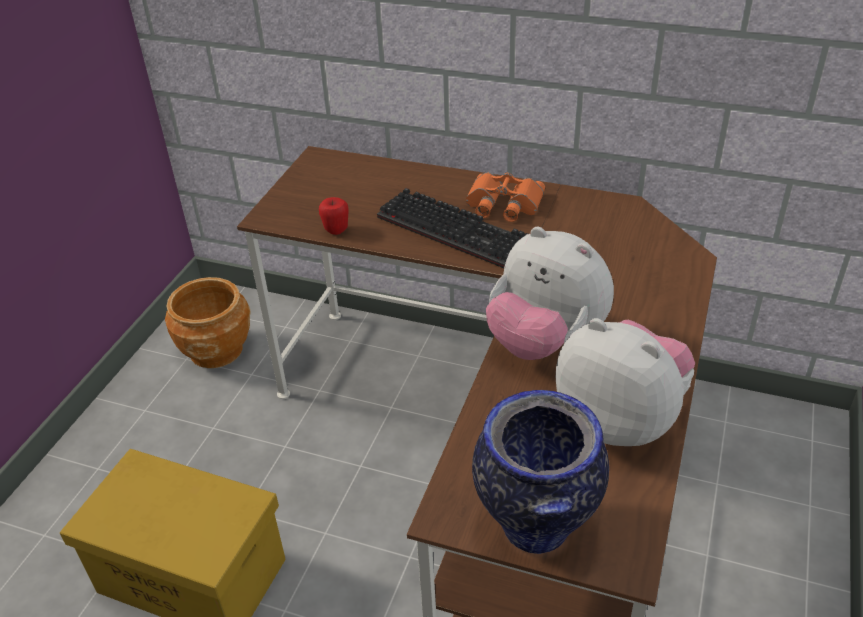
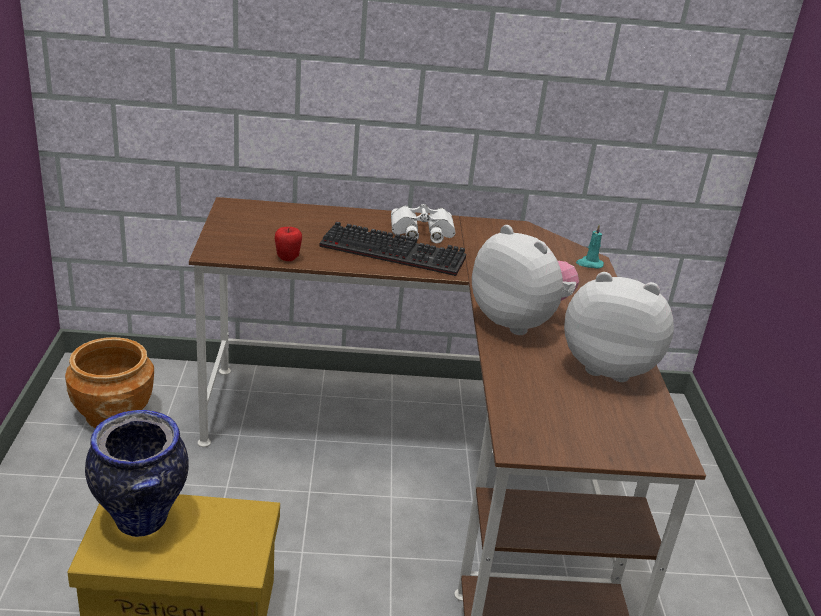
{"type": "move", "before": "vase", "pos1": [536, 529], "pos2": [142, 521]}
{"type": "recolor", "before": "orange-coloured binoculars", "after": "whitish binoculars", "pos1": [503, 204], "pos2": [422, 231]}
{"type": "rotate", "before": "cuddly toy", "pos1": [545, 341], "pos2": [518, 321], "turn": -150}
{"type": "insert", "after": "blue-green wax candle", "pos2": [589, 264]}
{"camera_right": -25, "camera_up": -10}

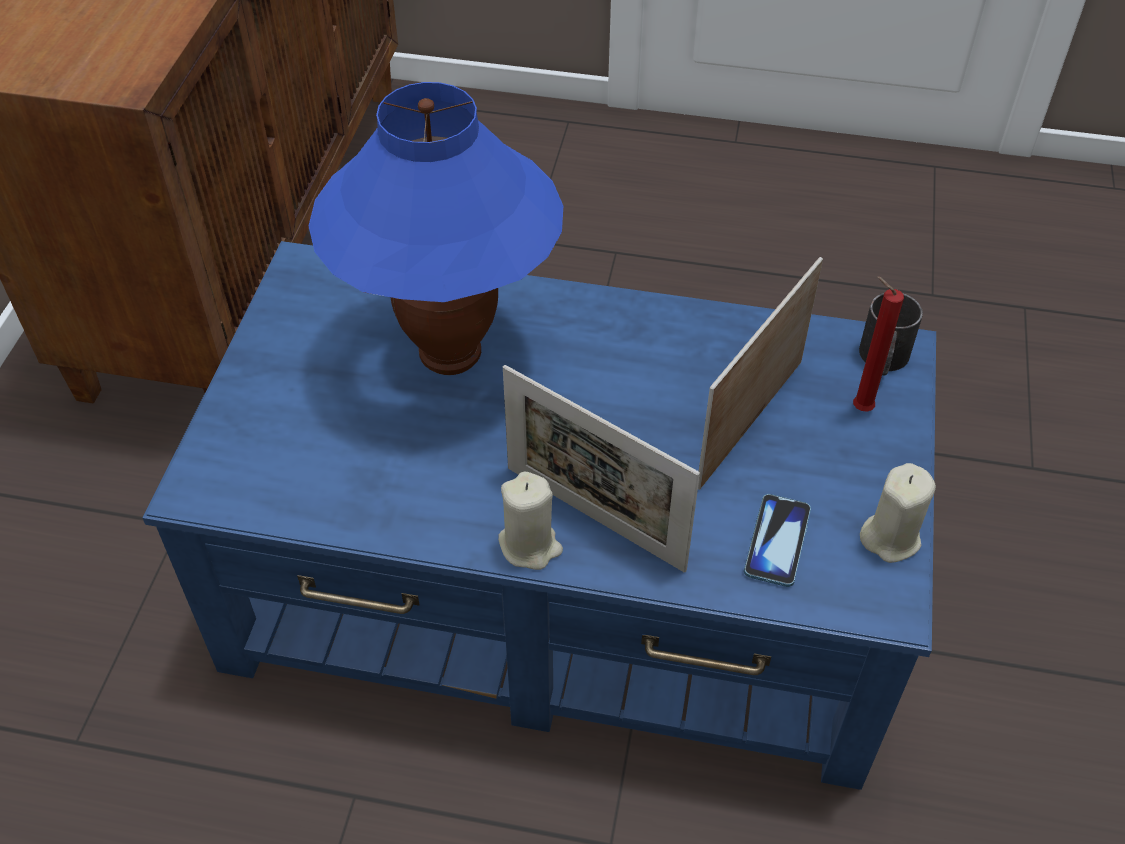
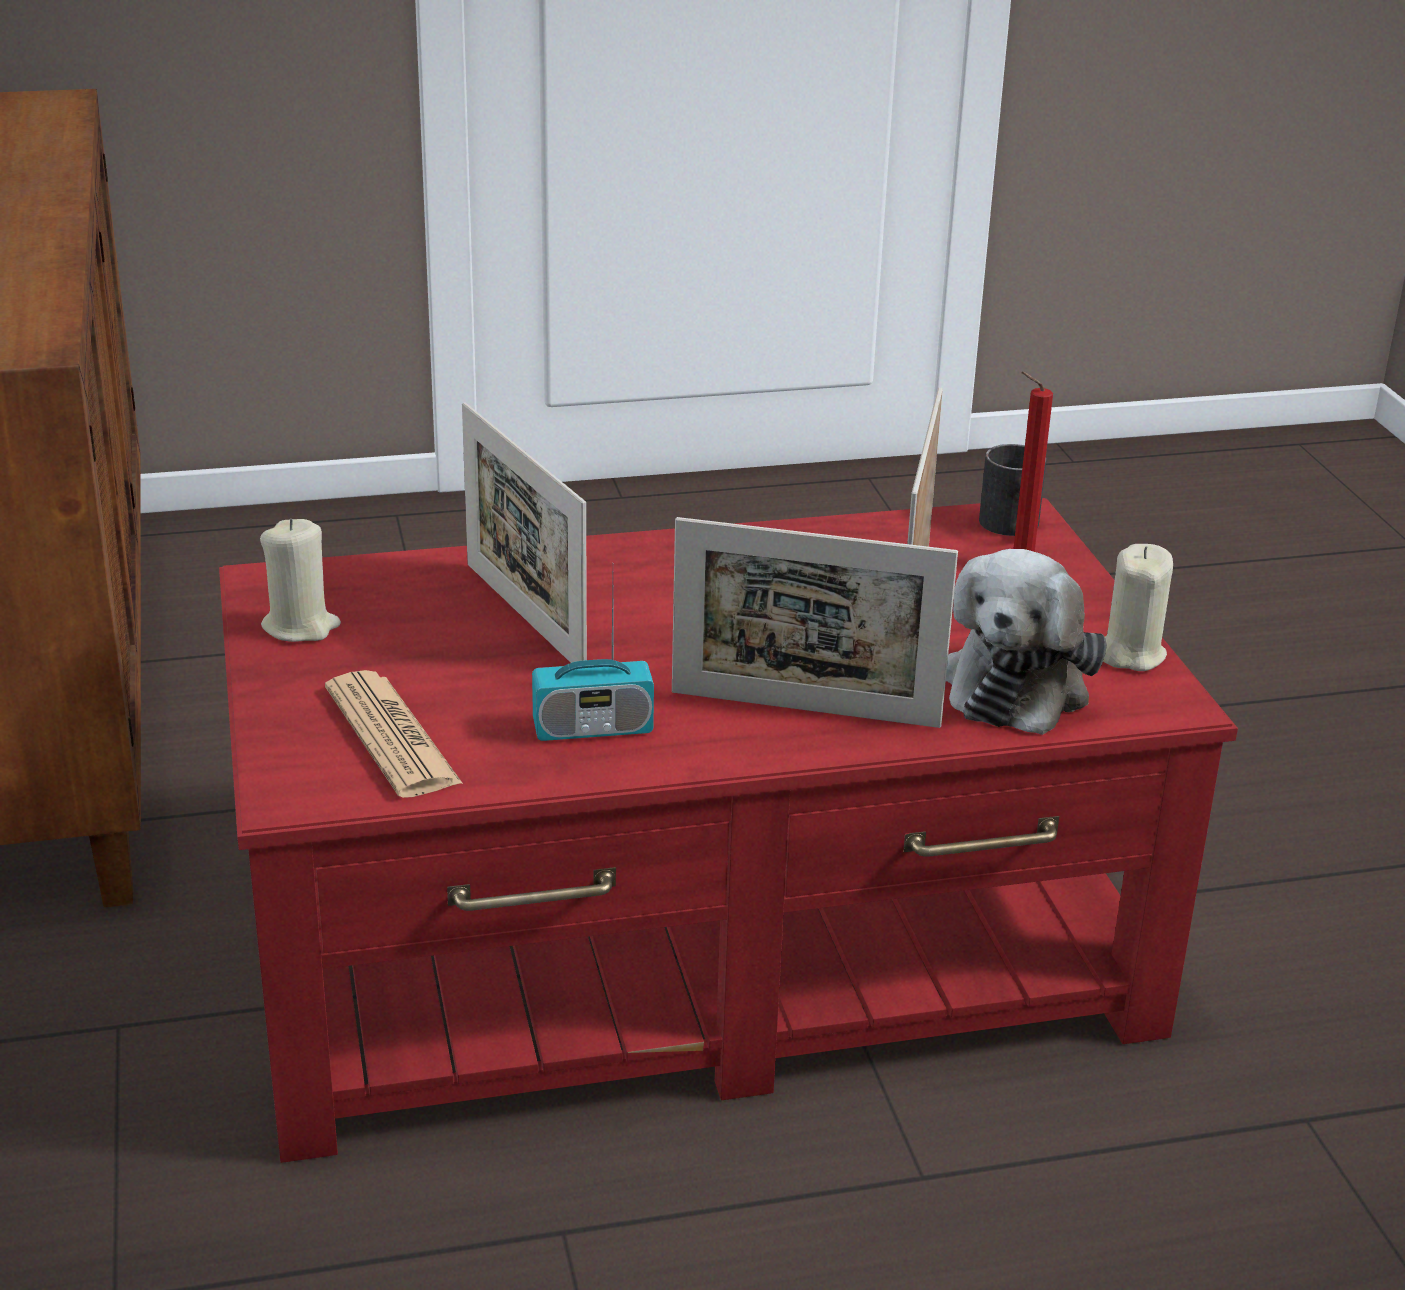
{"type": "recolor", "before": "blue coffee table", "after": "reddish coffee table", "pos1": [565, 586], "pos2": [697, 950]}
{"type": "move", "before": "sand-coloured wax candle", "pos1": [530, 545], "pos2": [301, 627]}
{"type": "insert", "after": "daily paper", "pos2": [391, 736]}
{"type": "replace", "before": "blue tabletop lamp", "after": "photo frame", "pos1": [451, 354], "pos2": [524, 617]}
{"type": "insert", "after": "radio set", "pos2": [593, 728]}
{"type": "replace", "before": "phone", "after": "cuddly toy", "pos1": [777, 541], "pos2": [1017, 682]}
{"camera_right": -25, "camera_up": -20}

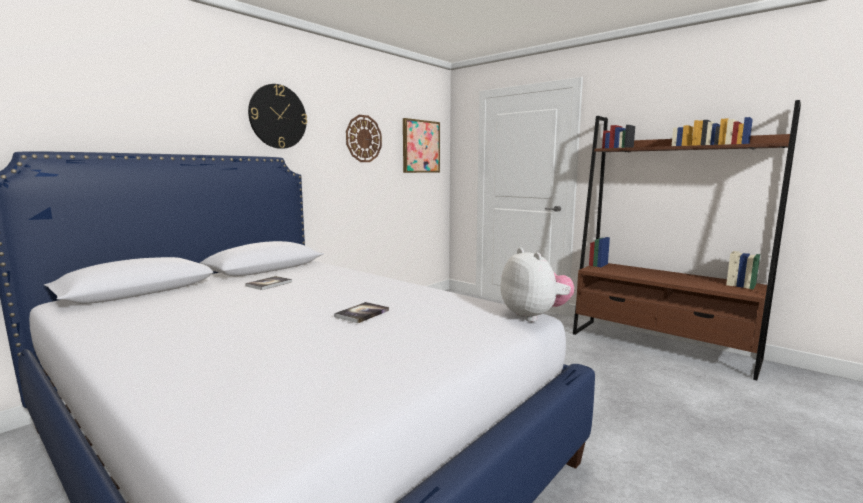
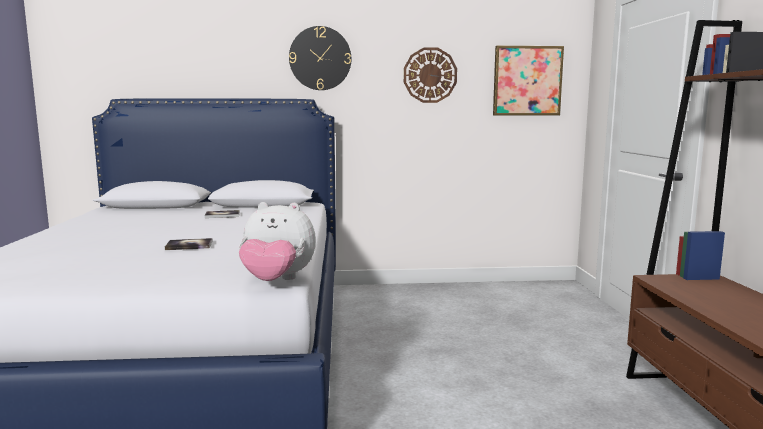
{"type": "rotate", "before": "cuddly toy", "pos1": [534, 316], "pos2": [277, 281], "turn": 75}
{"camera_right": 45, "camera_up": 0}

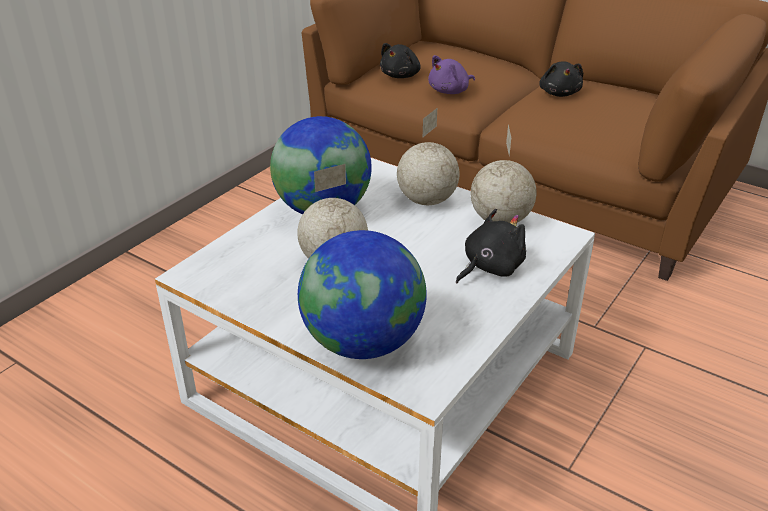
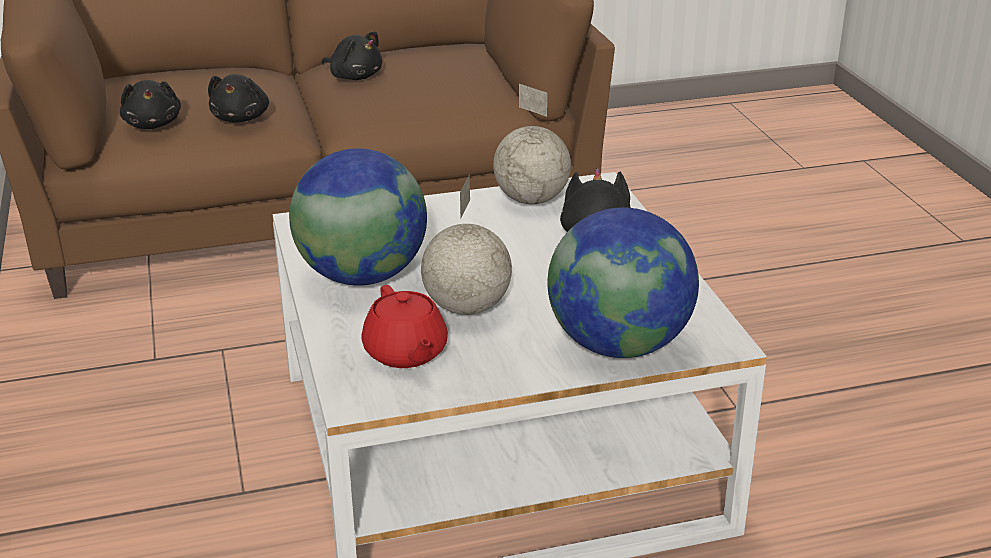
{"type": "recolor", "before": "purplish cuddly toy", "after": "black cuddly toy", "pos1": [450, 91], "pos2": [241, 118]}
{"type": "insert", "after": "reddish tea pot", "pos2": [405, 353]}
{"type": "delete", "before": "globe", "pos1": [426, 201]}
{"camera_right": -50, "camera_up": -5}

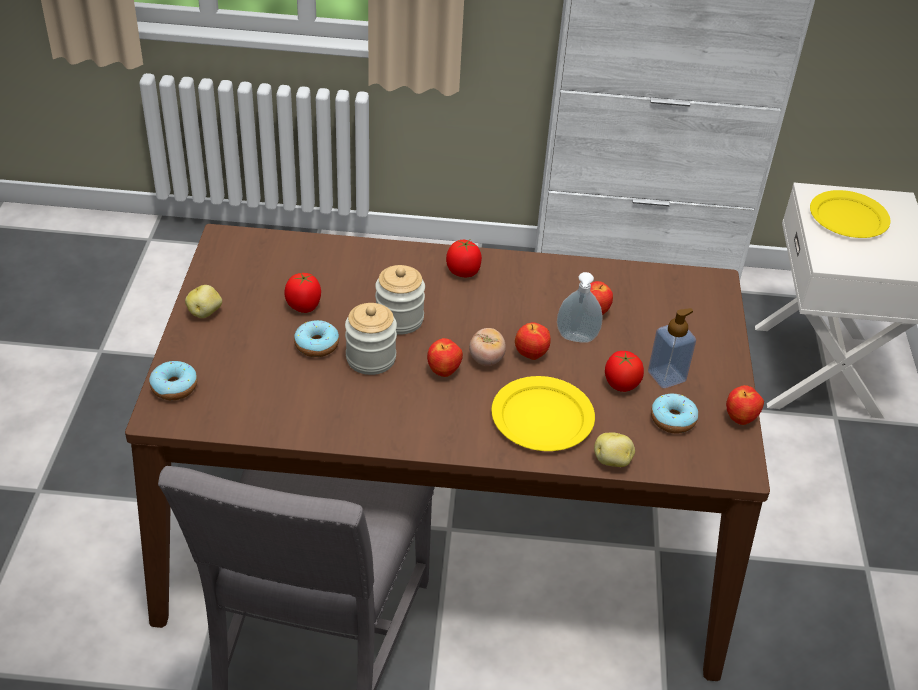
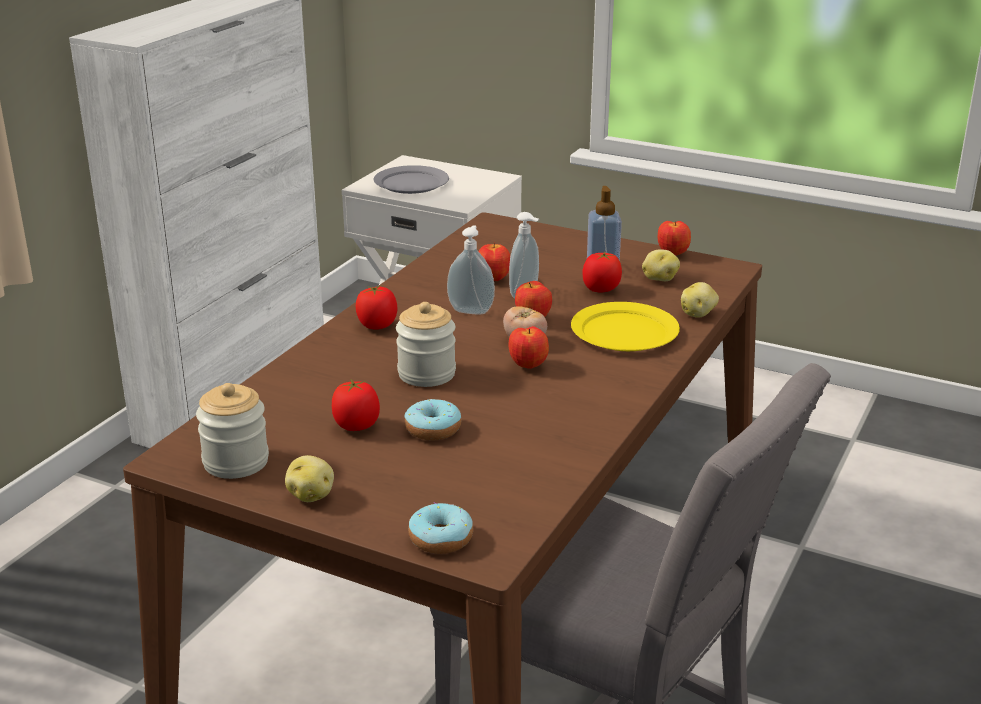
{"type": "move", "before": "storage jar", "pos1": [371, 358], "pos2": [236, 462]}
{"type": "recolor", "before": "yellow plate", "after": "grey plate", "pos1": [847, 217], "pos2": [410, 183]}
{"type": "insert", "after": "soap dispenser", "pos2": [471, 310]}
{"type": "replace", "before": "donut", "after": "whole potato", "pos1": [672, 420], "pos2": [659, 279]}
{"camera_right": -65, "camera_up": -15}

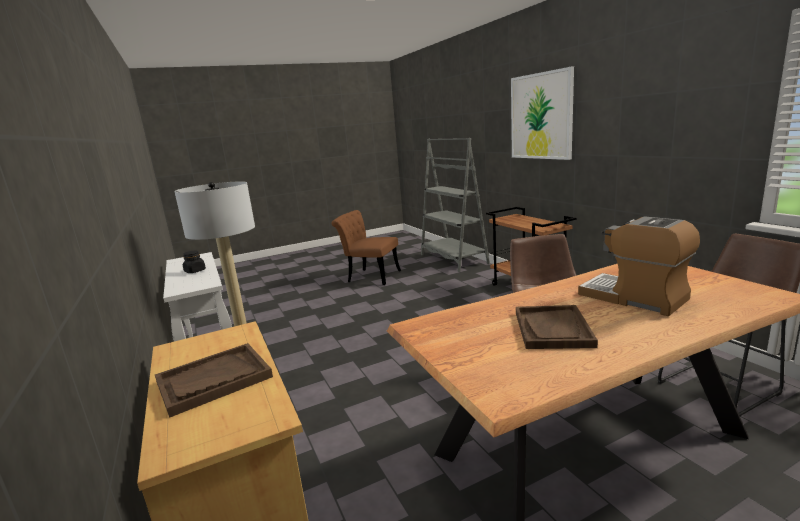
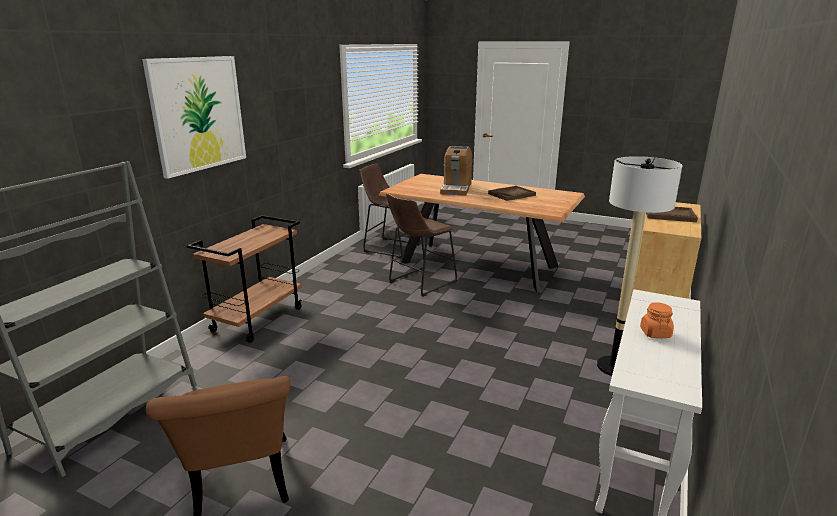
{"type": "recolor", "before": "black storage jar", "after": "orange-coloured storage jar", "pos1": [195, 271], "pos2": [655, 333]}
{"camera_right": -130, "camera_up": 5}

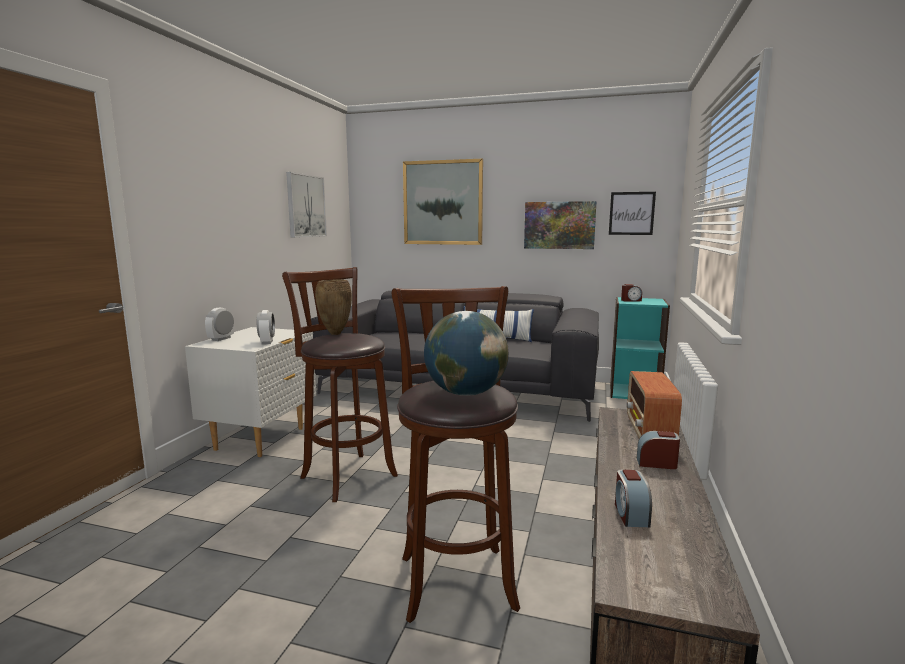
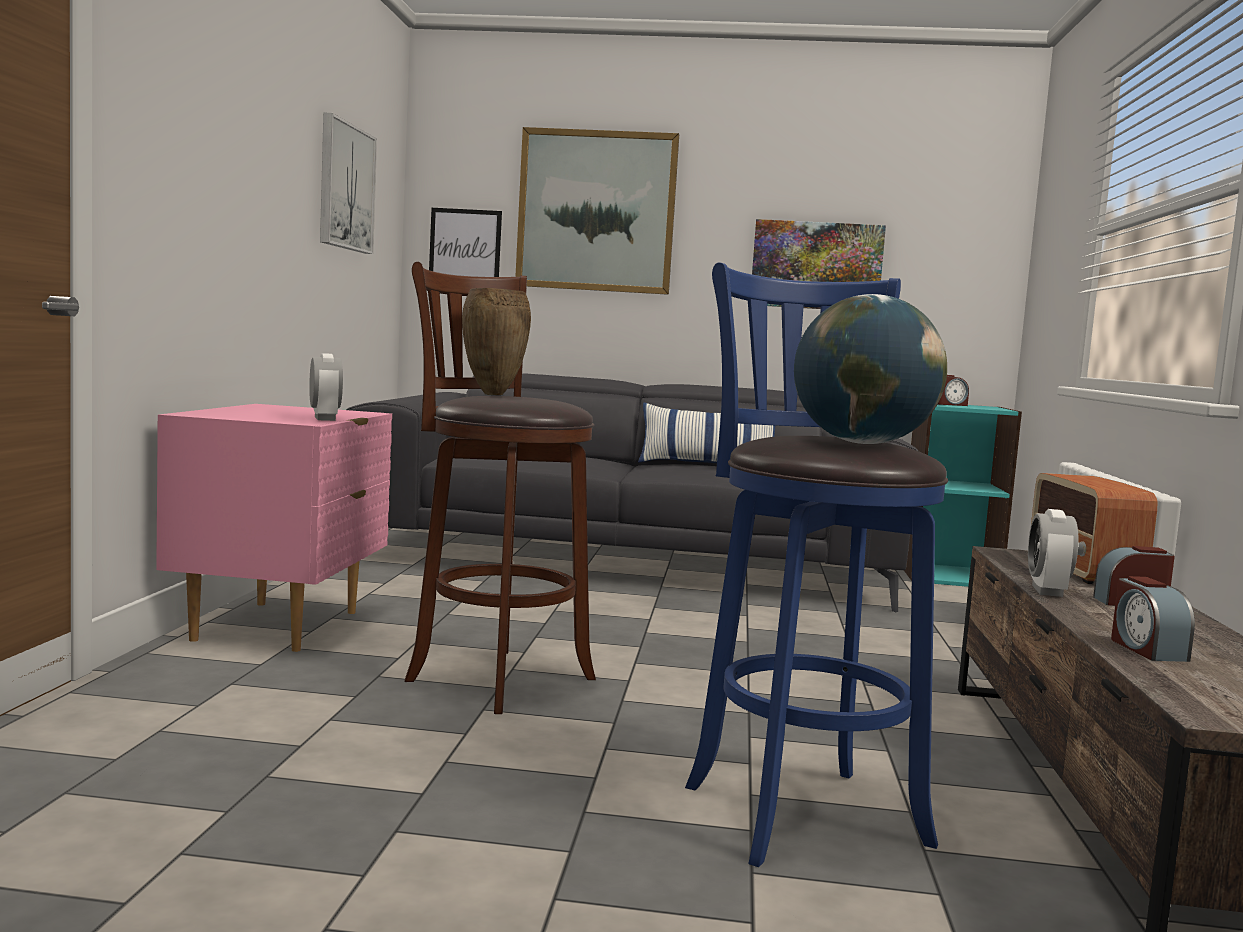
{"type": "recolor", "before": "whitish bedside table", "after": "pink bedside table", "pos1": [261, 439], "pos2": [280, 626]}
{"type": "move", "before": "wall art", "pos1": [631, 213], "pos2": [465, 245]}
{"type": "recolor", "before": "brownish stool seat", "after": "blue stool seat", "pos1": [456, 577], "pos2": [799, 809]}
{"type": "move", "before": "alarm clock", "pos1": [221, 339], "pos2": [1047, 591]}
{"camera_right": -10, "camera_up": -5}

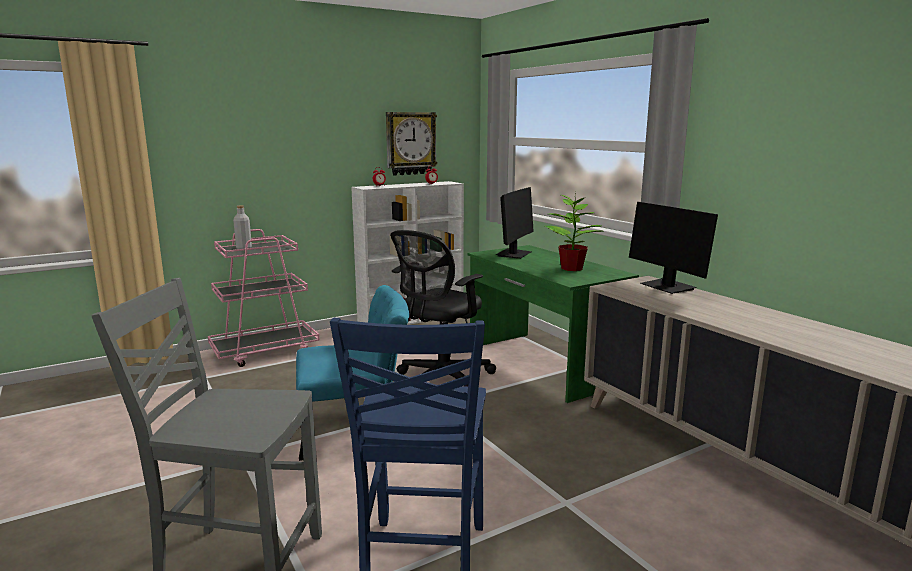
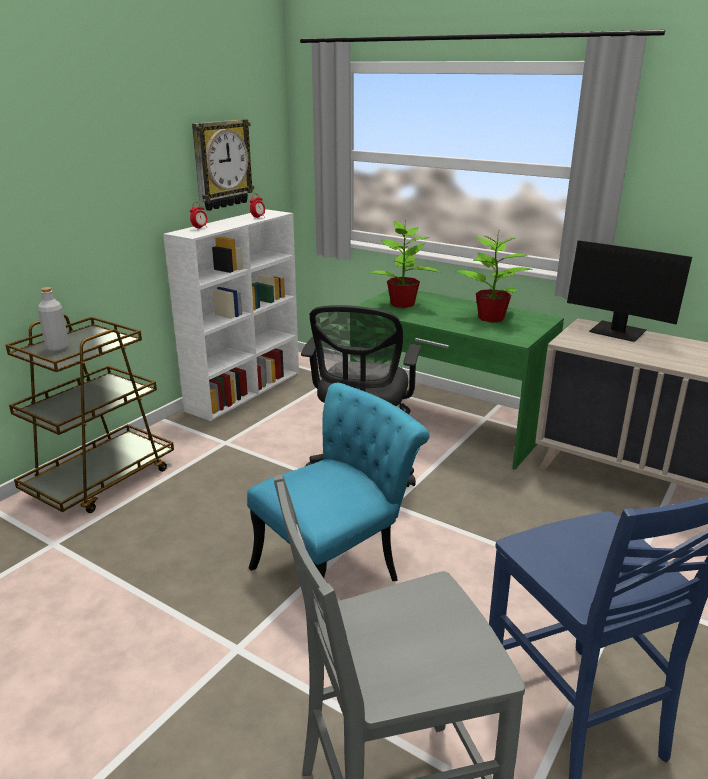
{"type": "recolor", "before": "pink trolley", "after": "brownish trolley", "pos1": [265, 351], "pos2": [101, 480]}
{"type": "replace", "before": "computer display", "after": "plant in a pot", "pos1": [514, 254], "pos2": [402, 304]}
{"camera_right": -25, "camera_up": 10}

